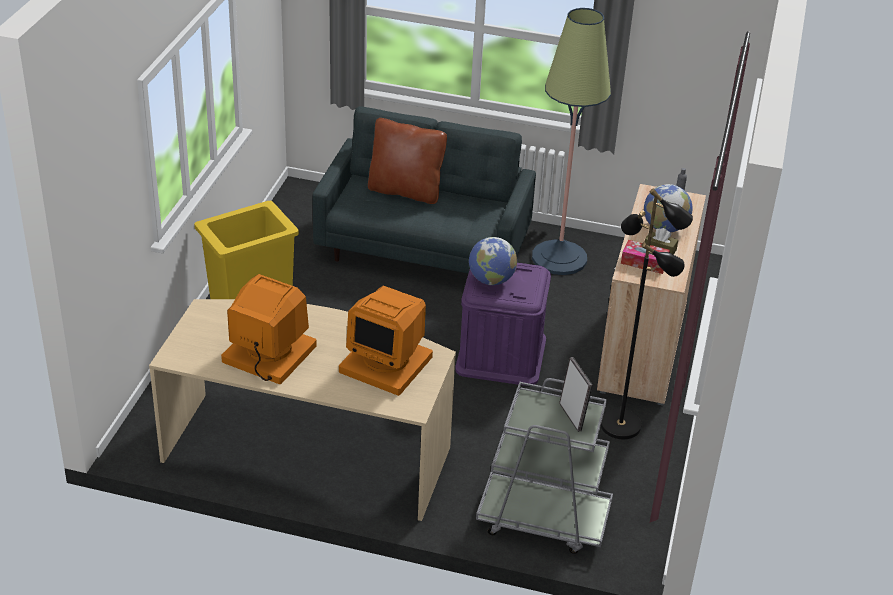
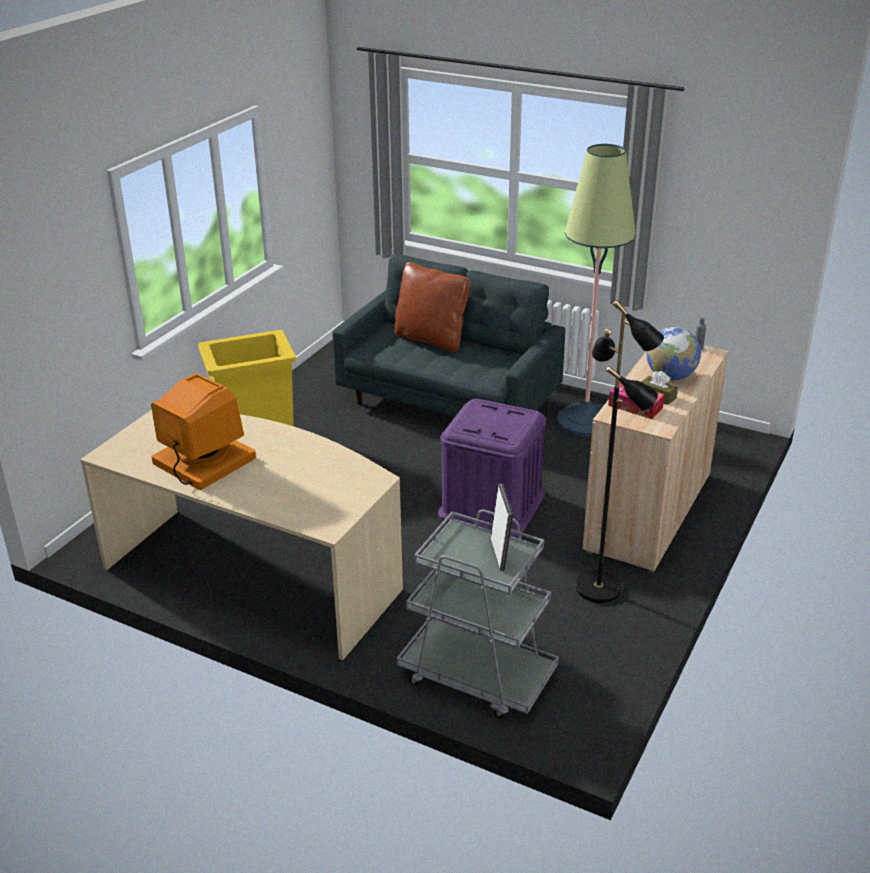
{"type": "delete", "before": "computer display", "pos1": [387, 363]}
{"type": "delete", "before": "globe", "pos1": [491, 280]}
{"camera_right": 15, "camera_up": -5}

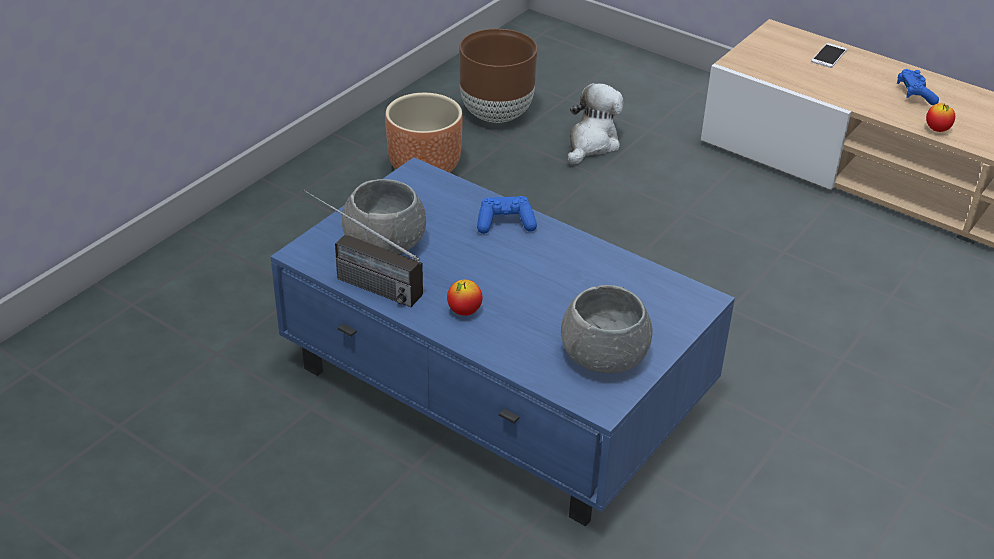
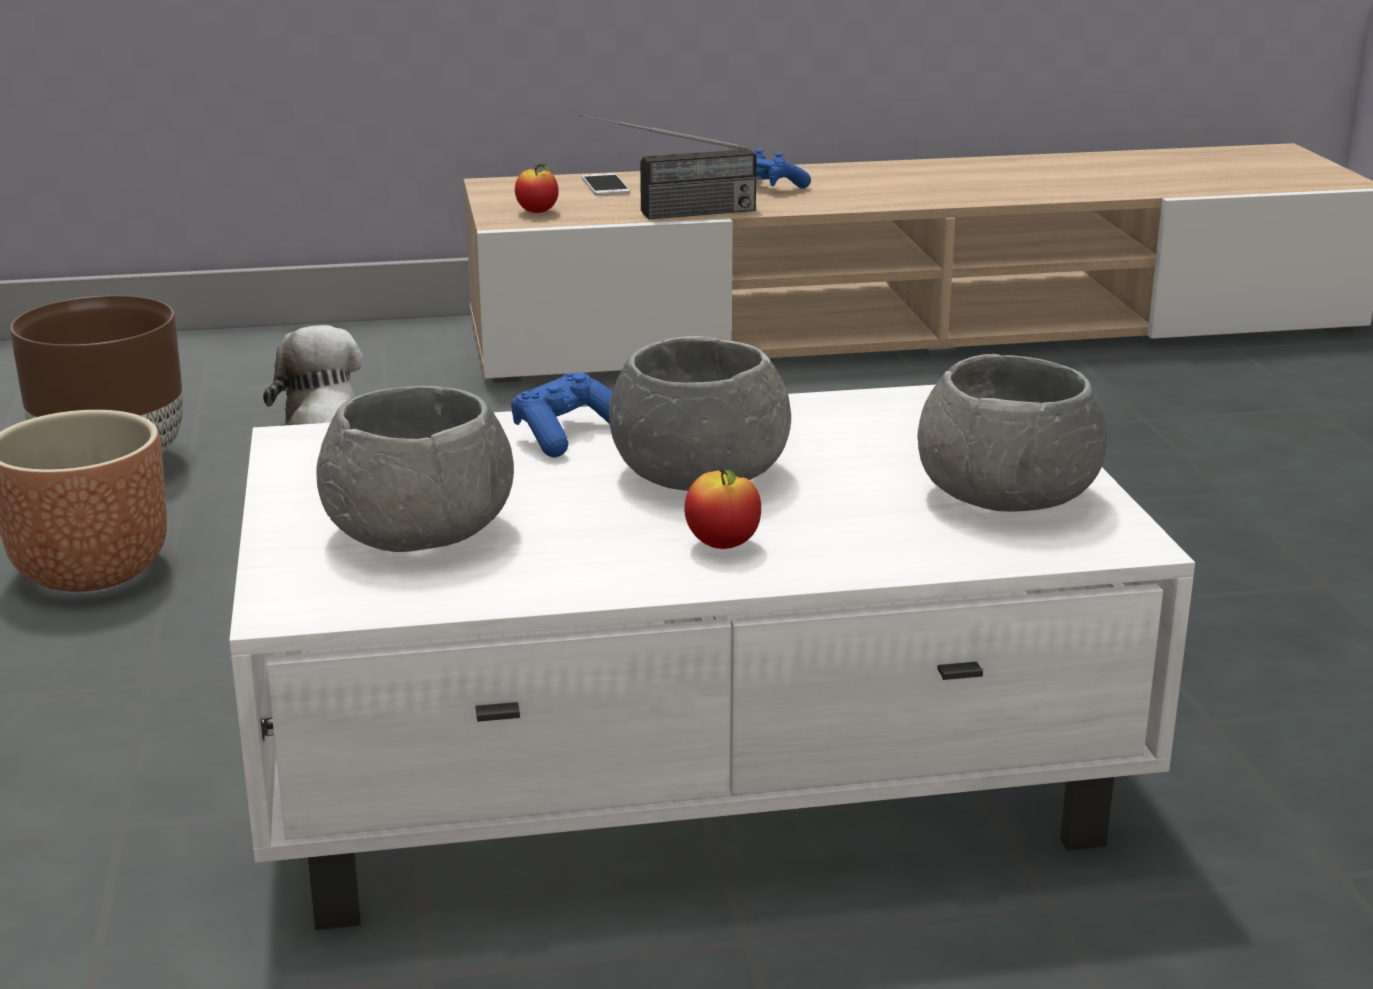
{"type": "recolor", "before": "blue coffee table", "after": "whitish coffee table", "pos1": [498, 388], "pos2": [693, 764]}
{"type": "move", "before": "apple fruit", "pos1": [937, 130], "pos2": [537, 212]}
{"type": "move", "before": "radio set", "pos1": [358, 280], "pos2": [669, 214]}
{"type": "insert", "after": "grey serving bowl", "pos2": [701, 474]}
{"camera_right": -45, "camera_up": -15}

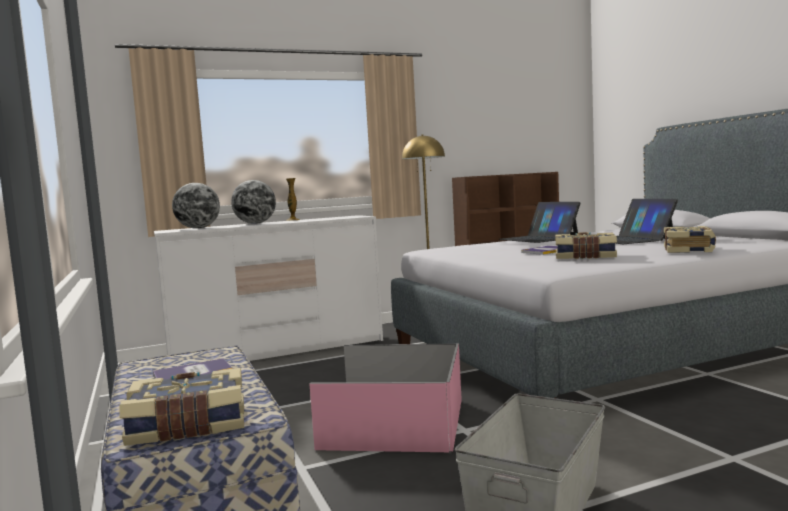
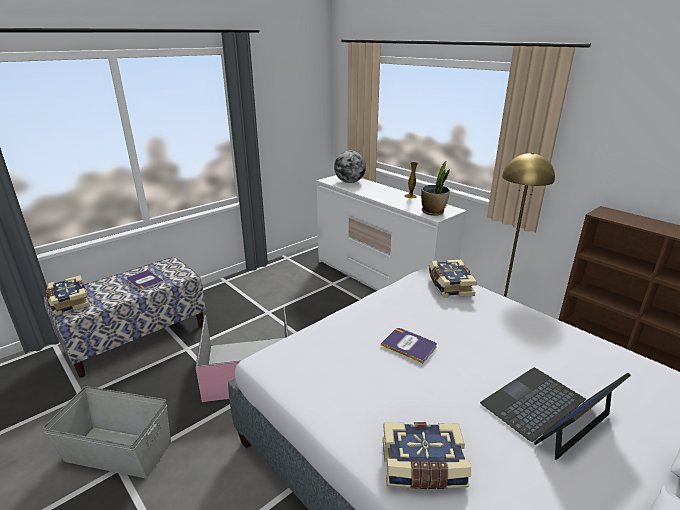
{"type": "insert", "after": "plant in a pot", "pos2": [433, 212]}
{"type": "move", "before": "volume", "pos1": [585, 257], "pos2": [449, 286]}
{"type": "delete", "before": "globe", "pos1": [255, 223]}
{"type": "delete", "before": "notebook computer", "pos1": [538, 238]}
{"camera_right": 70, "camera_up": 20}

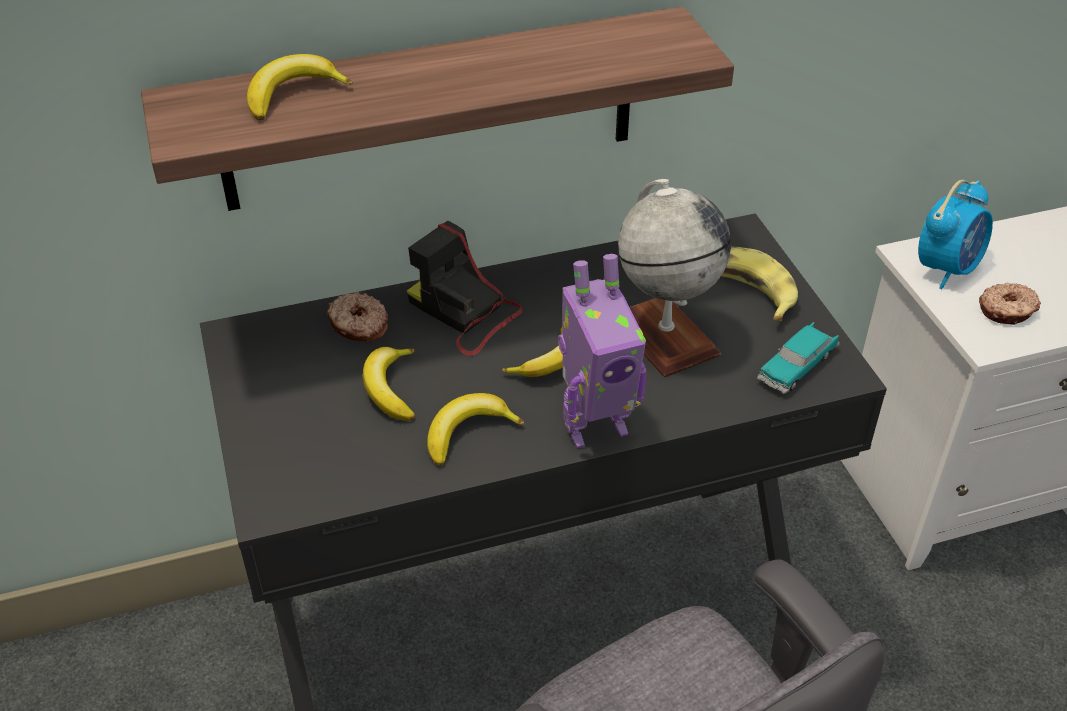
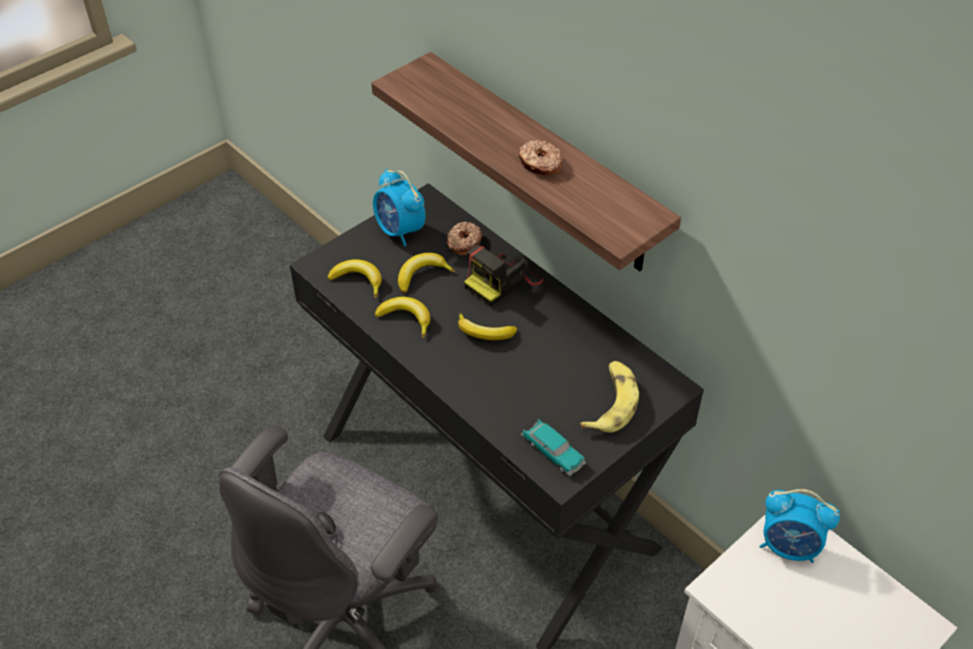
{"type": "move", "before": "whole banana", "pos1": [293, 95], "pos2": [358, 281]}
{"type": "insert", "after": "alarm clock", "pos2": [400, 231]}
{"type": "rotate", "before": "still camera", "pos1": [465, 313], "pos2": [502, 281], "turn": -150}
{"type": "move", "before": "donut", "pos1": [1007, 311], "pos2": [540, 164]}
{"type": "rotate", "before": "toy car", "pos1": [797, 366], "pos2": [553, 452], "turn": -150}
{"type": "delete", "before": "toy robot", "pos1": [594, 426]}
{"type": "delete", "before": "globe", "pos1": [664, 336]}
{"camera_right": 65, "camera_up": 5}

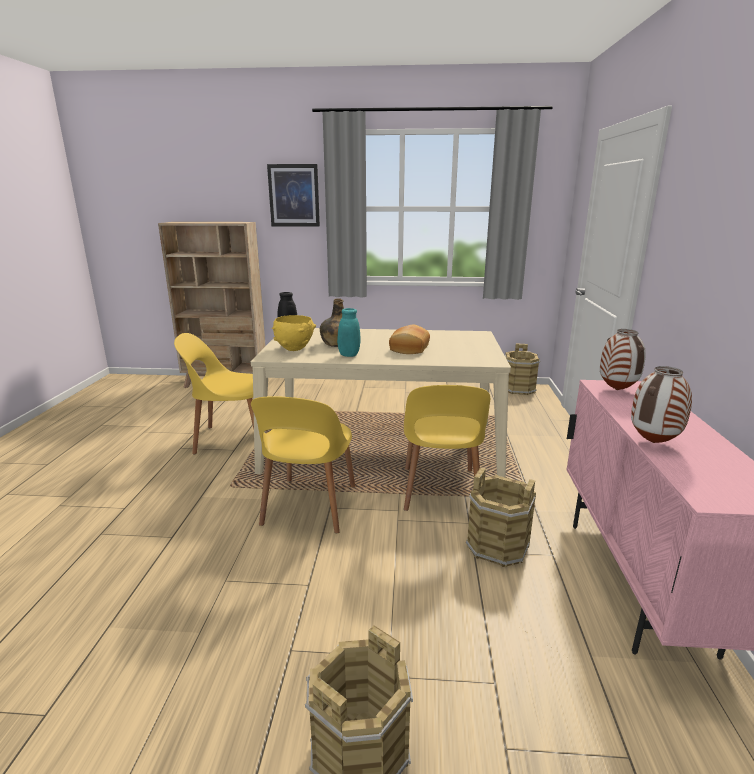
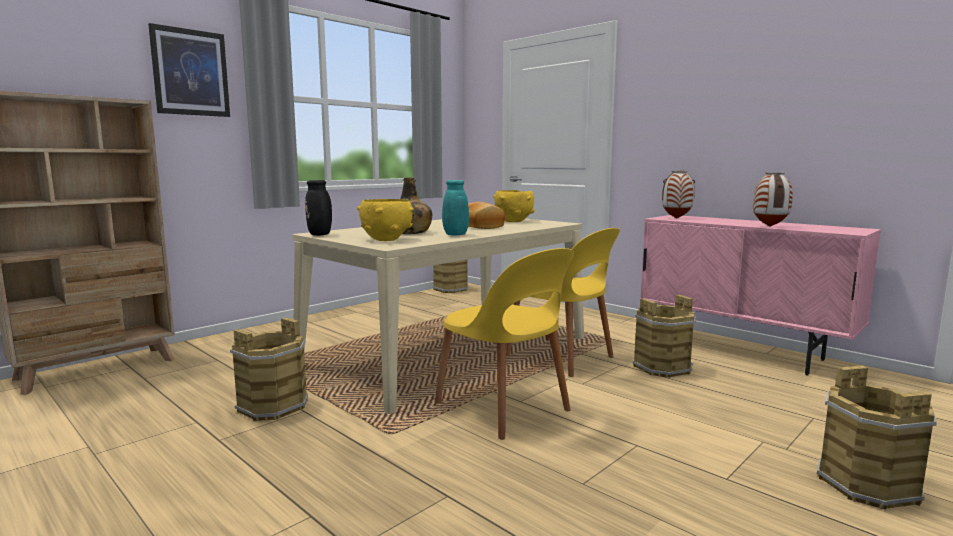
{"type": "replace", "before": "yellow upright chair", "after": "brownish pail", "pos1": [231, 439], "pos2": [272, 406]}
{"type": "insert", "after": "yellow serving bowl", "pos2": [514, 221]}
{"camera_right": -50, "camera_up": -10}

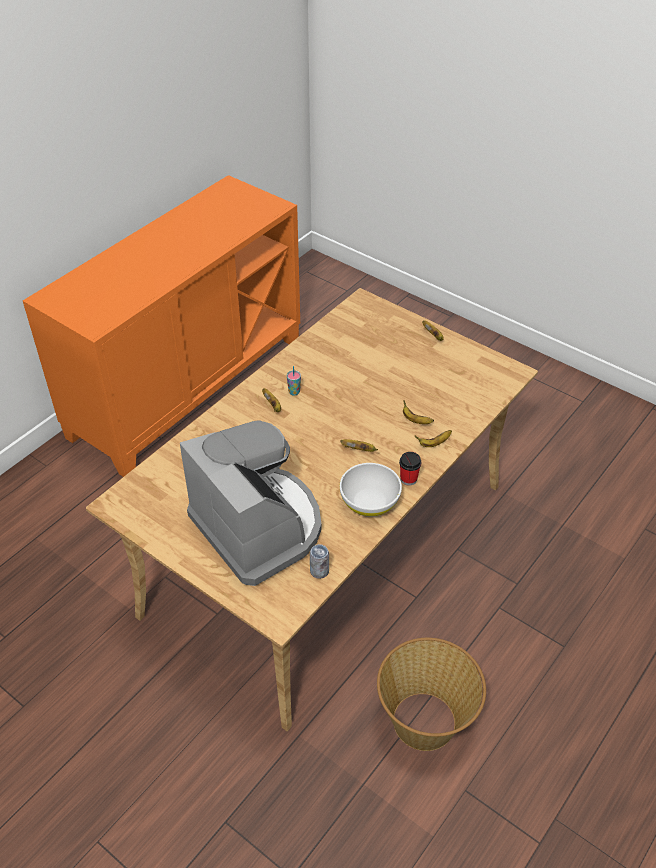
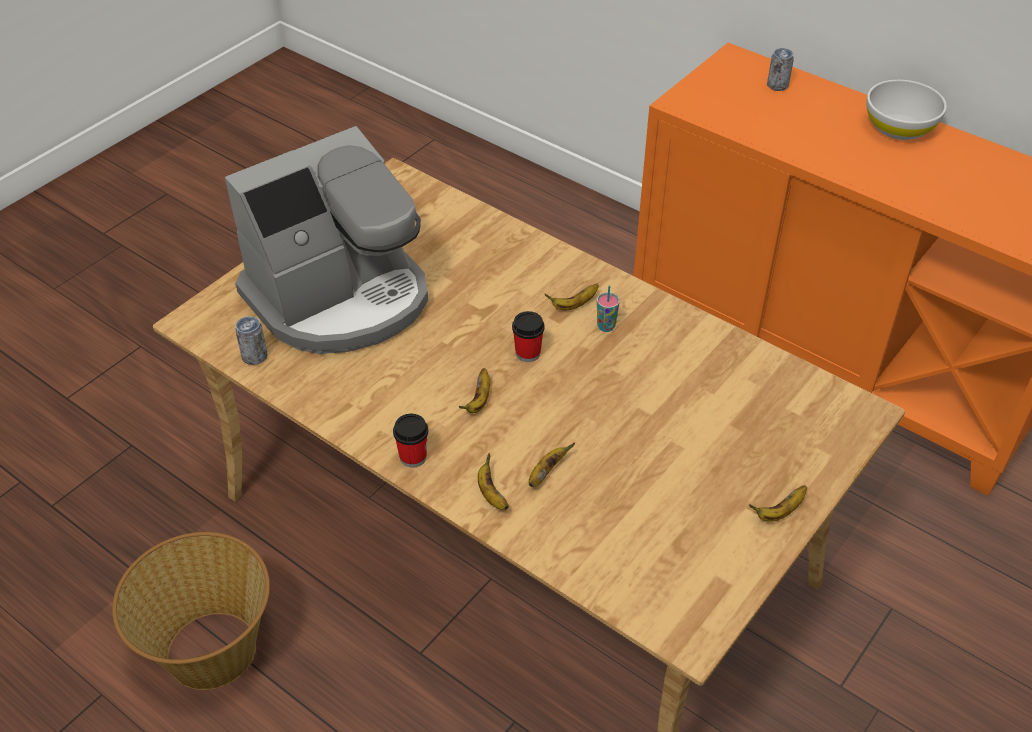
{"type": "insert", "after": "cup", "pos2": [528, 353]}
{"type": "insert", "after": "metal can", "pos2": [777, 86]}
{"type": "move", "before": "whitish serving bowl", "pos1": [369, 502], "pos2": [898, 128]}
{"camera_right": 90, "camera_up": 0}

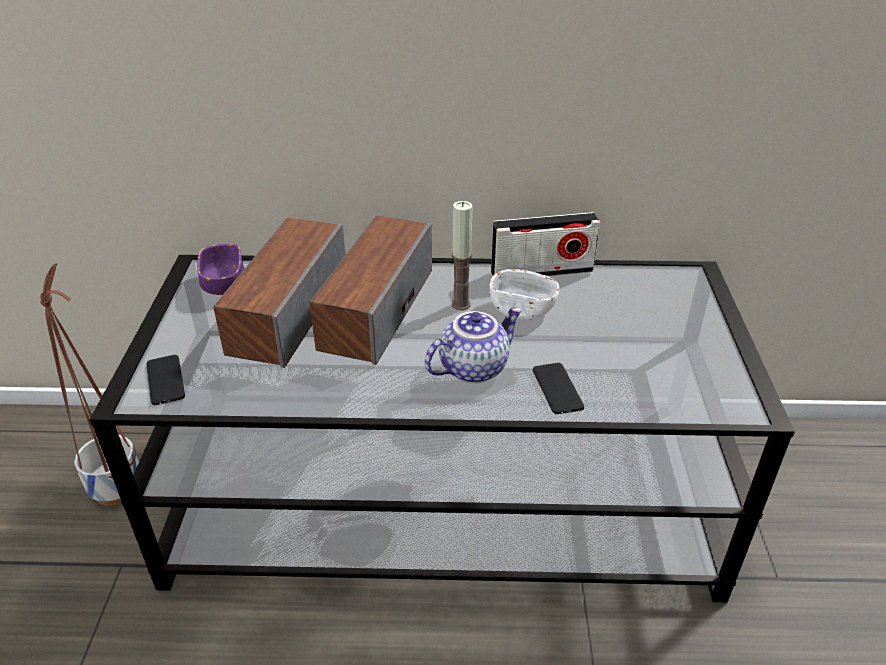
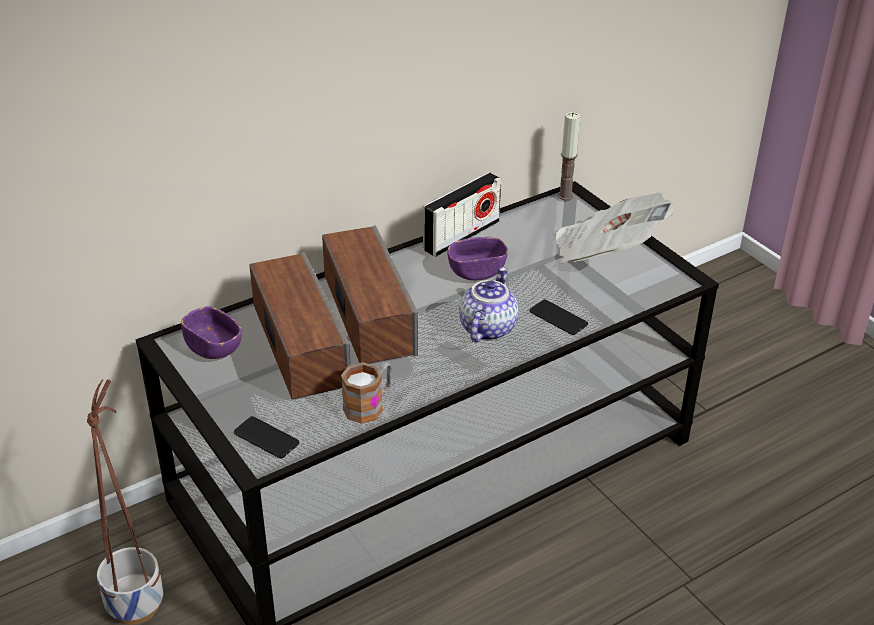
{"type": "insert", "after": "mug", "pos2": [369, 405]}
{"type": "recolor", "before": "whitish serving bowl", "after": "purplish serving bowl", "pos1": [522, 309], "pos2": [477, 271]}
{"type": "insert", "after": "daily paper", "pos2": [606, 253]}
{"type": "move", "before": "wax candle", "pos1": [460, 304], "pos2": [565, 196]}
{"camera_right": -35, "camera_up": 0}

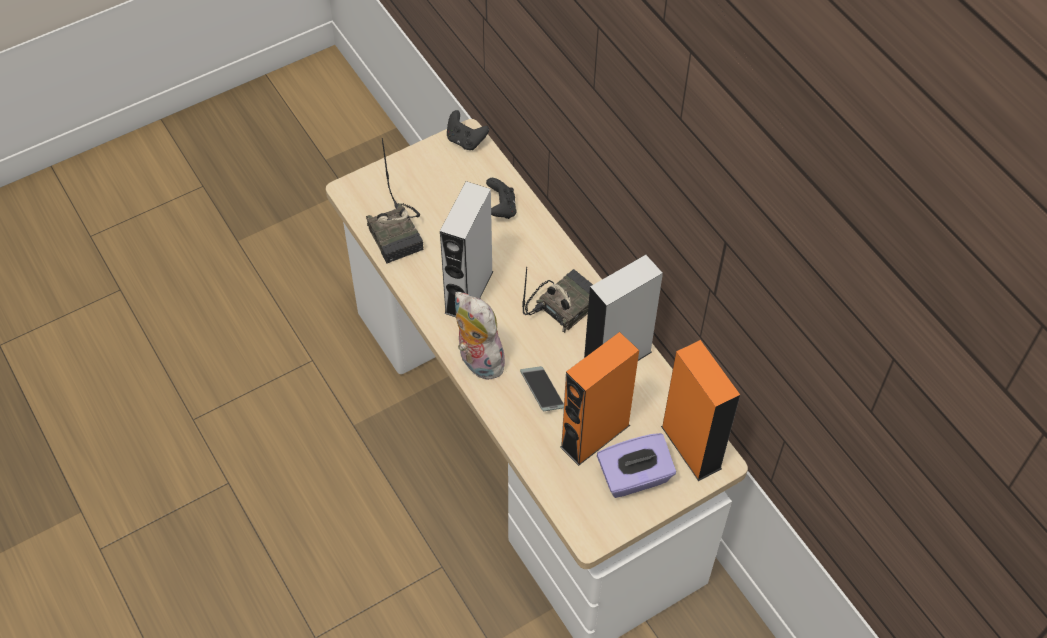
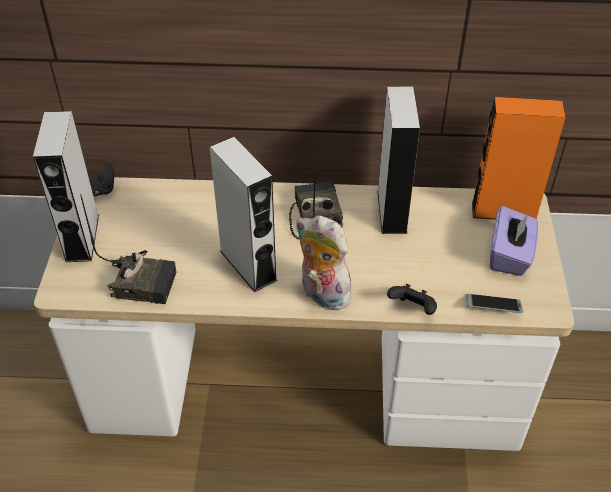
{"type": "insert", "after": "grey audio speaker", "pos2": [82, 237]}
{"type": "rotate", "before": "cuddly toy", "pos1": [477, 360], "pos2": [322, 294], "turn": 45}
{"type": "move", "before": "black joypad", "pos1": [501, 208], "pos2": [412, 309]}
{"type": "move", "before": "phone", "pos1": [542, 391], "pos2": [493, 307]}
{"type": "delete", "before": "orange-coloured audio speaker", "pos1": [594, 436]}
{"camera_right": -55, "camera_up": -10}

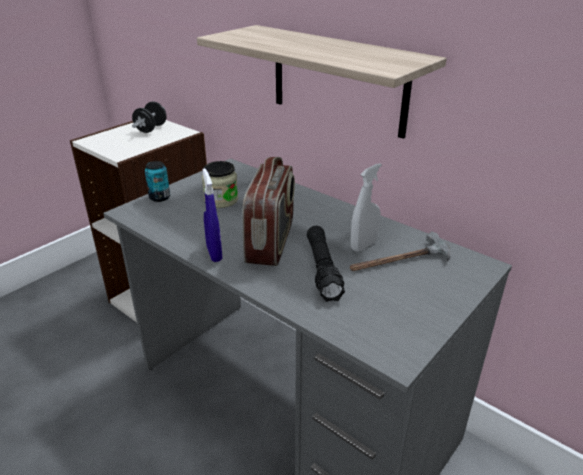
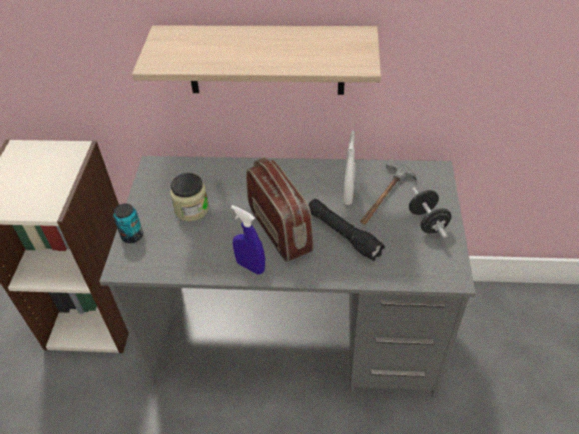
{"type": "move", "before": "black hand weight", "pos1": [151, 129], "pos2": [427, 222]}
{"camera_right": -35, "camera_up": 15}

